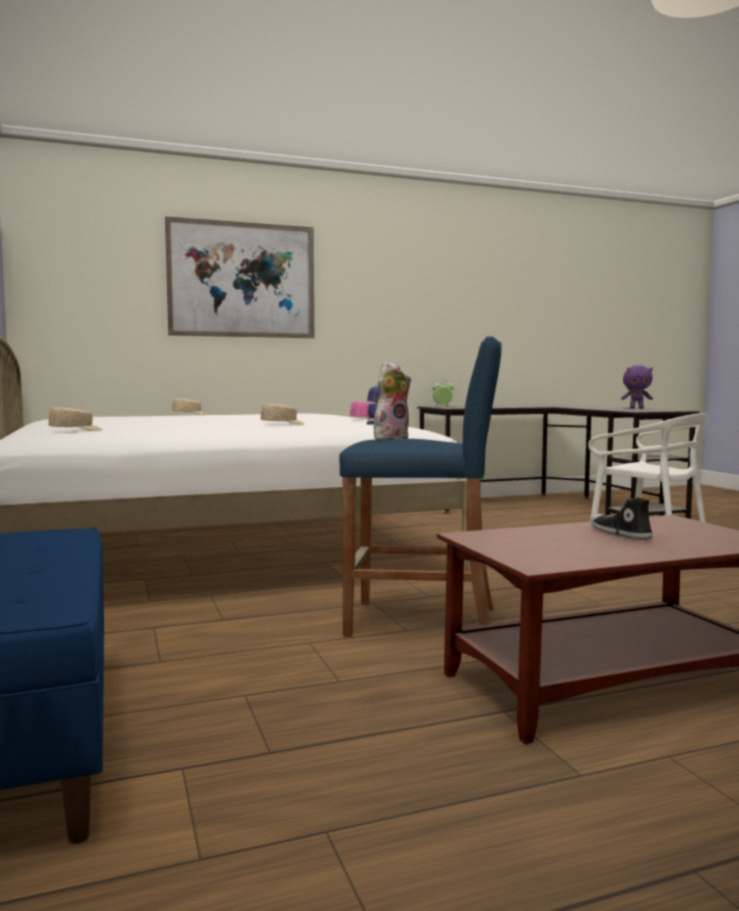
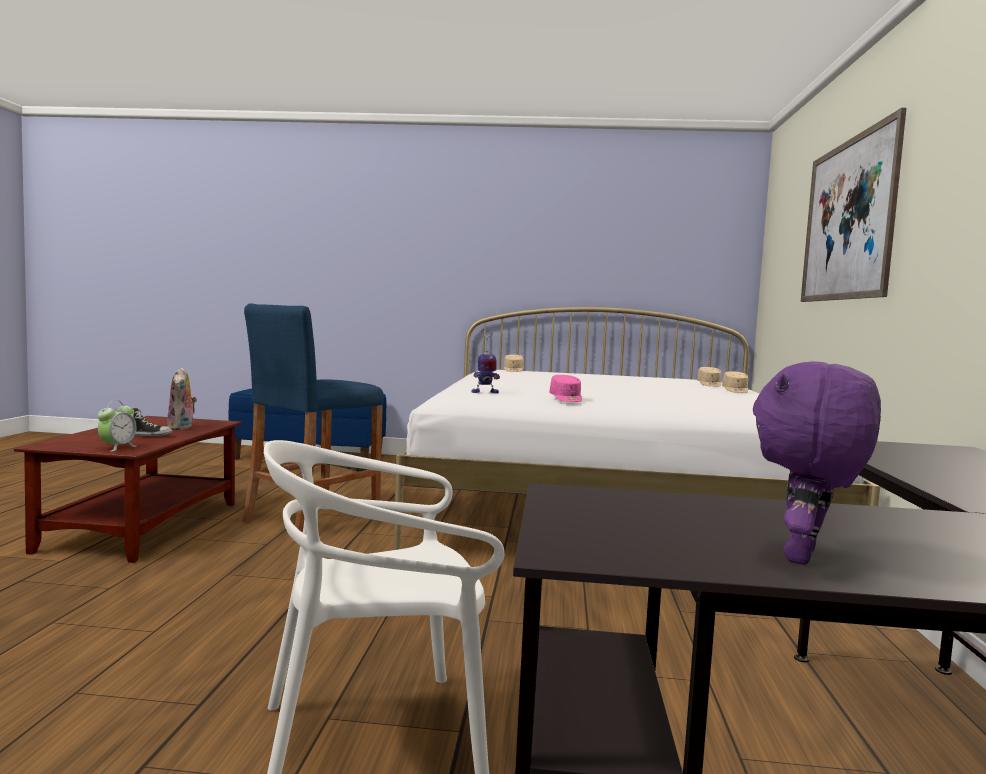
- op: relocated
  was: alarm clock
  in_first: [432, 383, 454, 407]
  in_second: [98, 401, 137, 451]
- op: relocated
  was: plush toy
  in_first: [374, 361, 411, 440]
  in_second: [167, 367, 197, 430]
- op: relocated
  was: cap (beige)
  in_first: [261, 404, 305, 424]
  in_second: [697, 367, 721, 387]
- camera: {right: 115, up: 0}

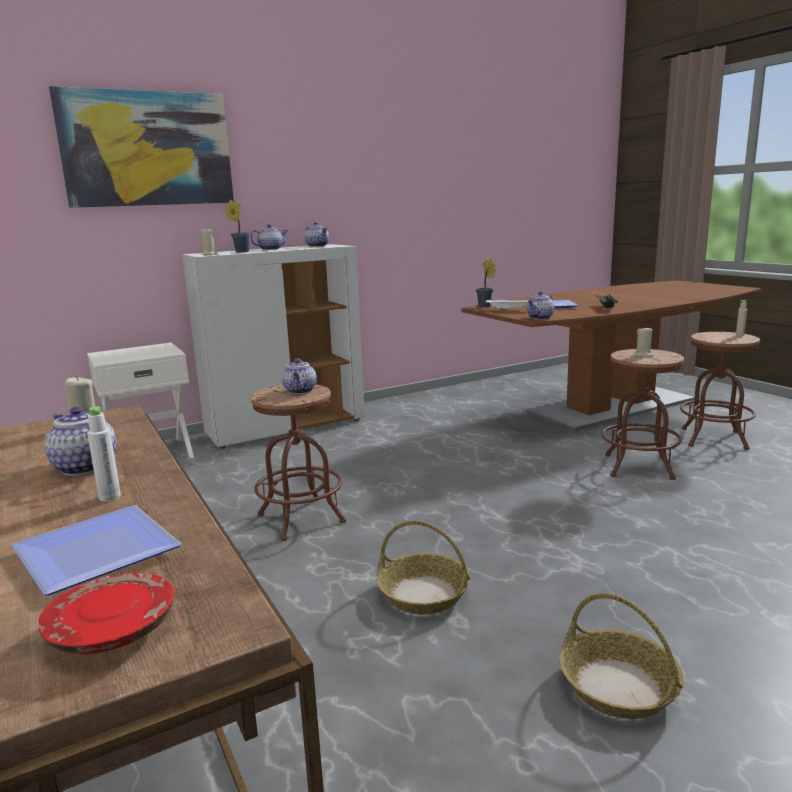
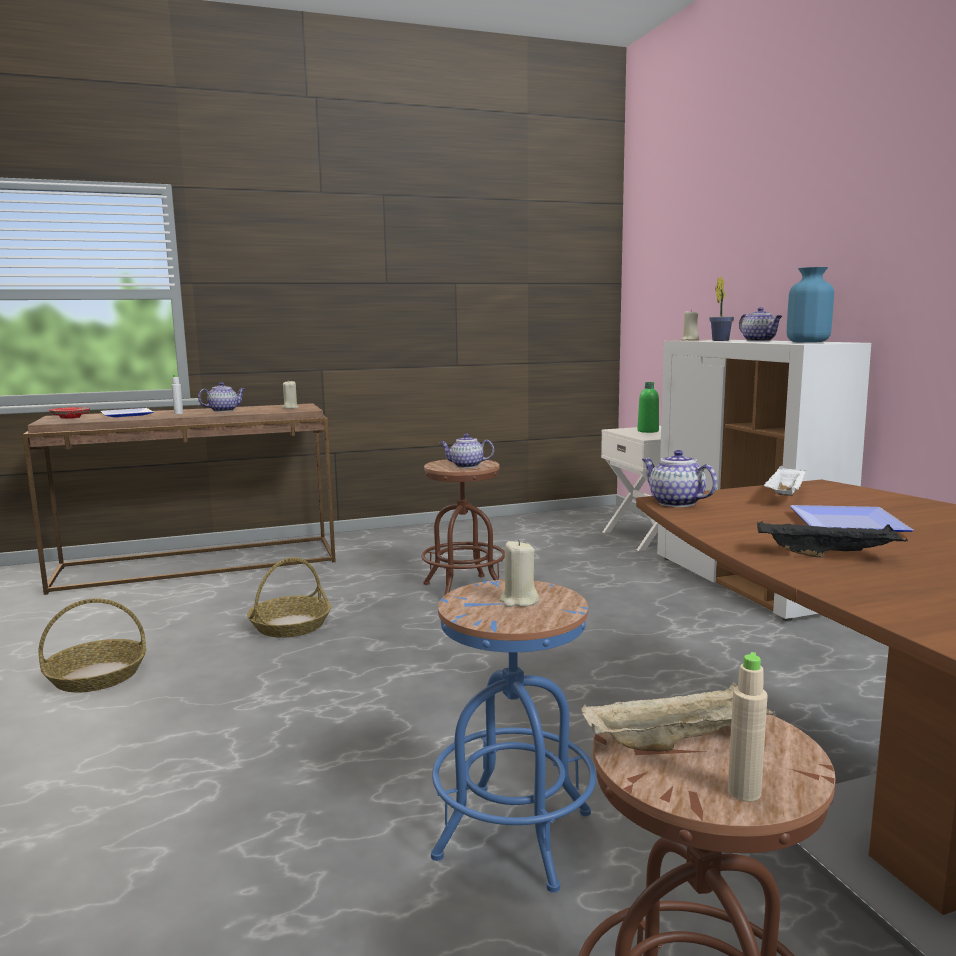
- op: colour
  was: stool (brown)
  now: stool (blue)
  in_first: [601, 349, 684, 480]
  in_second: [431, 580, 596, 893]
- op: appeared
  now: tray (beige)
  in_second: [581, 682, 775, 751]
- op: appeared
  now: bottle (green)
  in_second: [637, 382, 659, 433]
- op: exchanged
  was: teapot
  now: vase (blue)
  in_first: [305, 222, 329, 247]
  in_second: [787, 267, 834, 343]
- op: missing
  was: picture
  in_first: [49, 86, 234, 208]
- op: missing
  was: potted plant
  in_first: [476, 258, 496, 307]
- camera: {right: 100, up: -5}

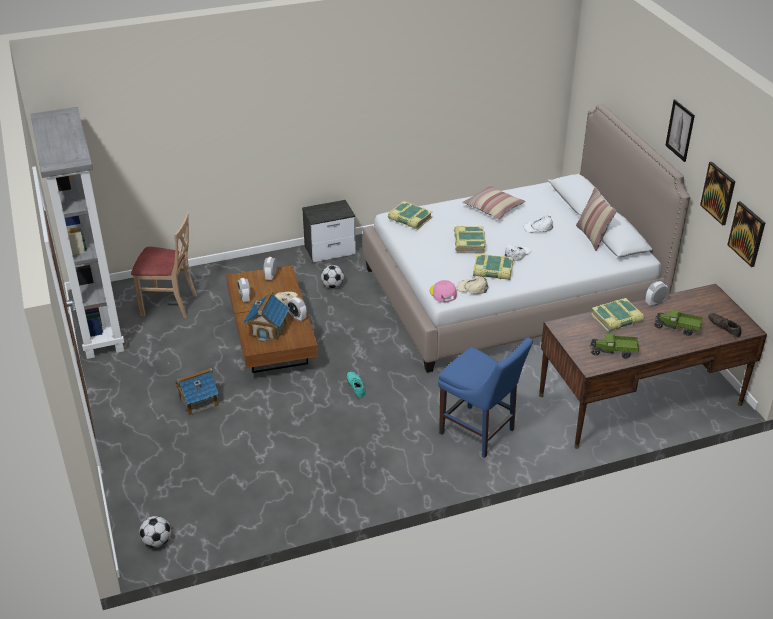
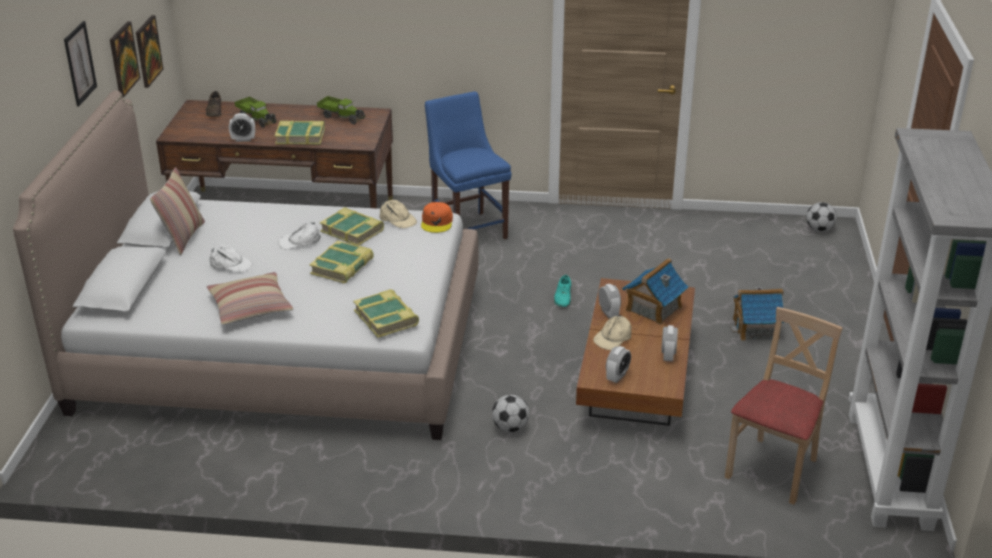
- op: colour
  was: cap (pink)
  now: cap (orange)
  in_first: [430, 280, 457, 303]
  in_second: [421, 202, 453, 233]
- op: spun
  was: chair (beige)
  in_first: [131, 212, 197, 318]
  in_second: [725, 307, 843, 505]
  clockwise: 90
- op: missing
  was: nightstand
  in_first: [302, 200, 356, 262]
- camera: {right: -155, up: -5}

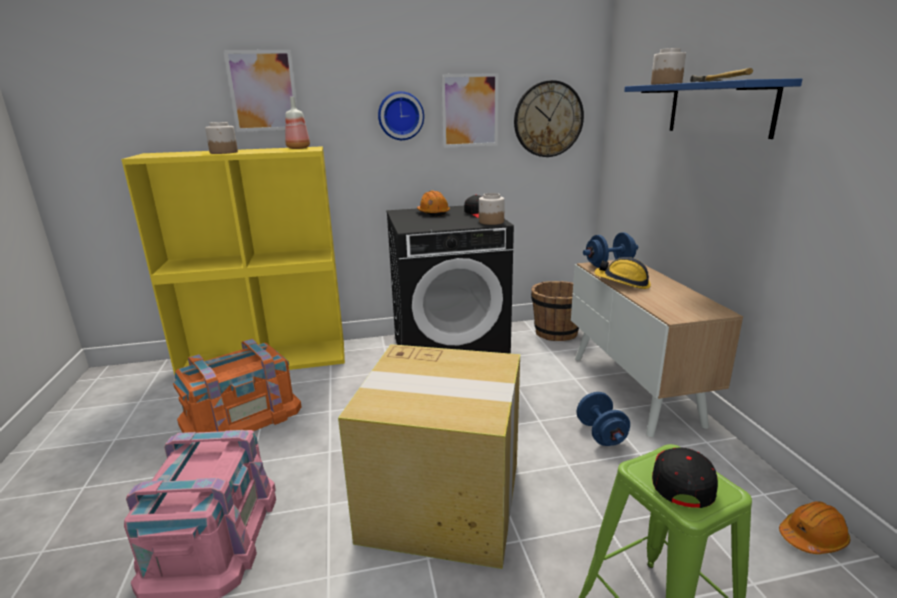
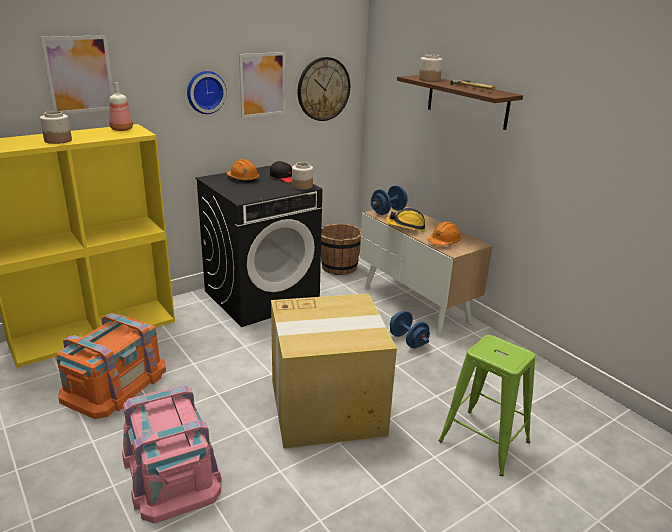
- op: colour
  was: shelf (blue)
  now: shelf (brown)
  in_first: [624, 79, 802, 139]
  in_second: [397, 75, 523, 130]
- op: relocated
  was: hard hat (orange)
  in_first: [779, 501, 850, 554]
  in_second: [428, 222, 461, 246]
- op: missing
  was: cap (black)
  in_first: [652, 447, 718, 508]
- camera: {right: -25, up: 5}

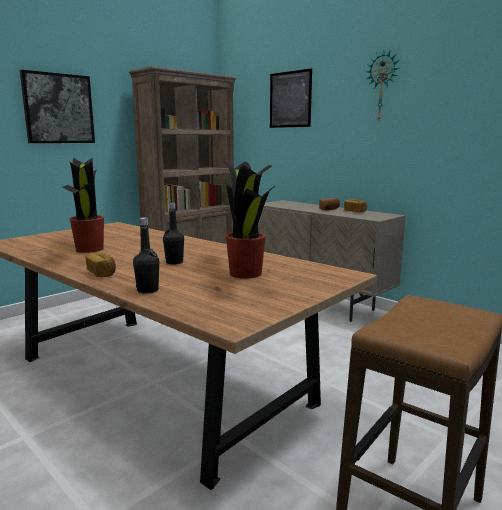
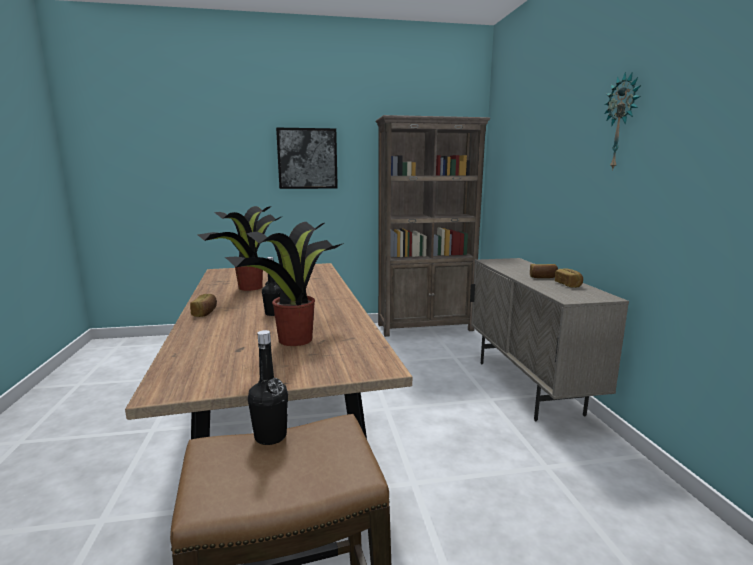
- op: relocated
  was: bottle (black)
  in_first: [133, 217, 159, 294]
  in_second: [248, 330, 288, 445]
- op: missing
  was: picture
  in_first: [270, 68, 312, 128]
- camera: {right: 35, up: 0}

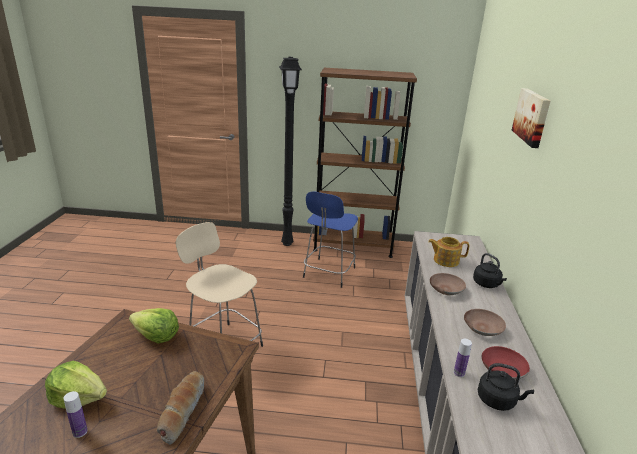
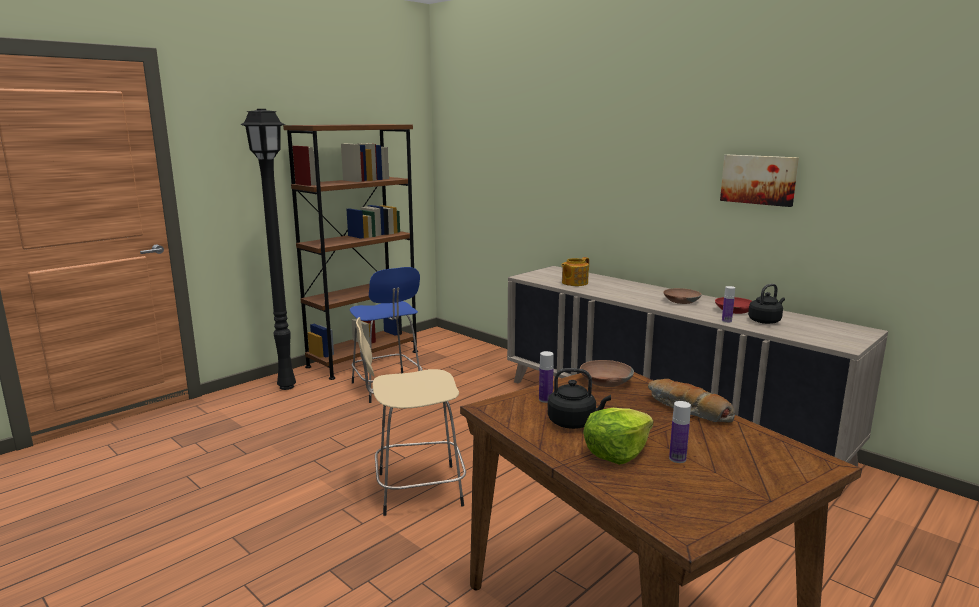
- op: exchanged
  was: lettuce
  now: bottle
  in_first: [129, 308, 179, 344]
  in_second: [539, 351, 554, 403]
- op: relocated
  was: kettle (black)
  in_first: [473, 253, 507, 288]
  in_second: [548, 368, 611, 429]
- op: relocated
  was: bowl (brown)
  in_first: [430, 273, 466, 295]
  in_second: [580, 360, 634, 387]
- op: relocated
  was: picture
  in_first: [512, 88, 551, 148]
  in_second: [720, 155, 799, 207]
- camera: {right: -50, up: -10}

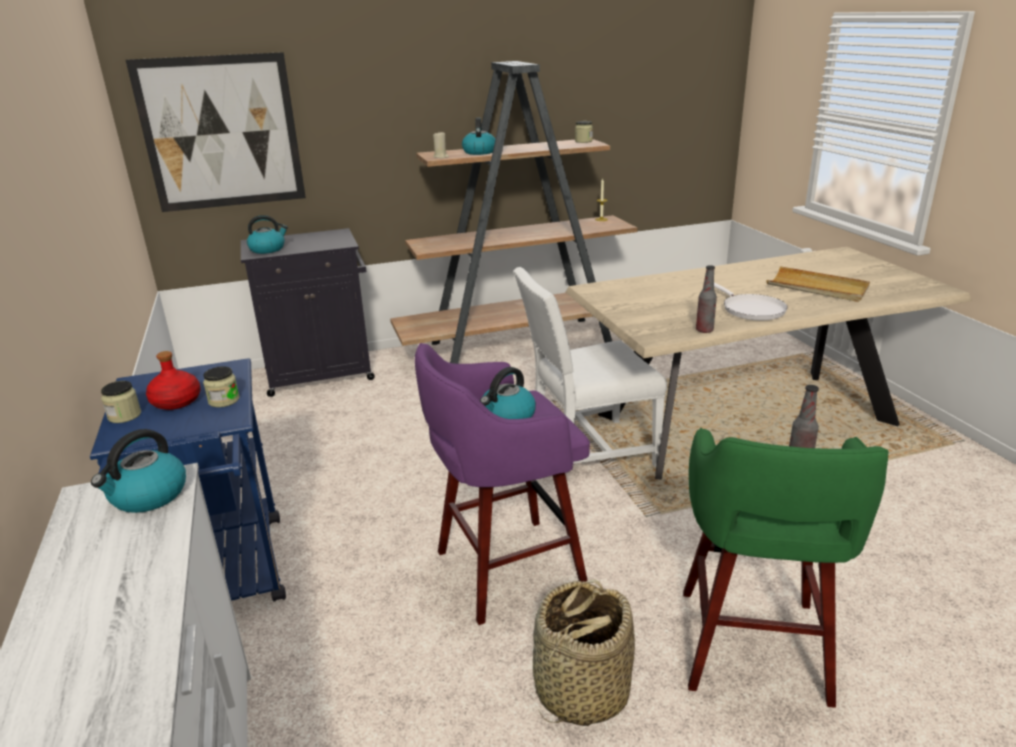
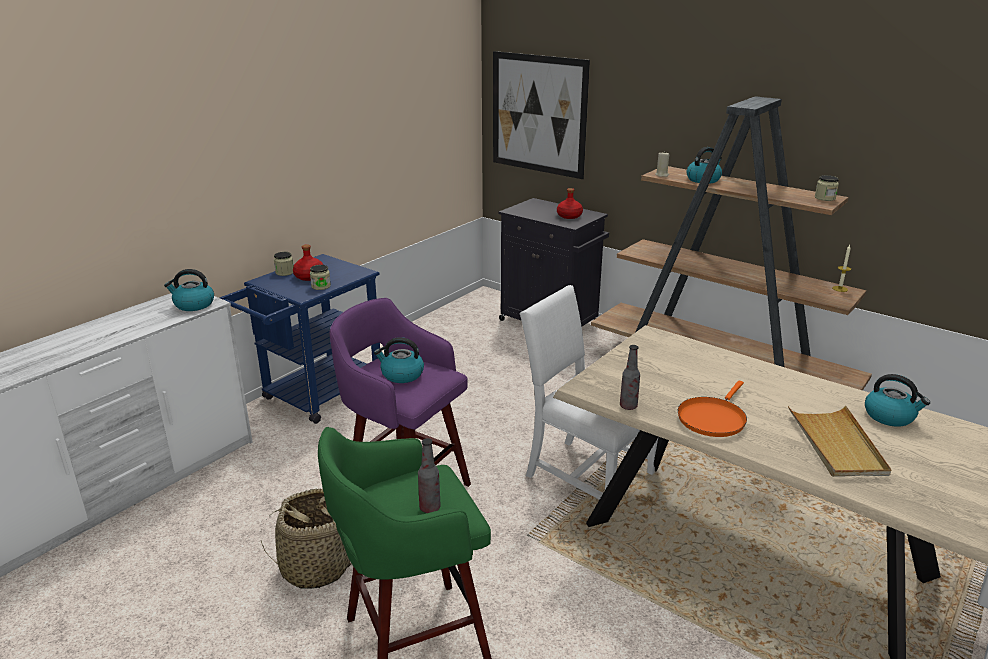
- op: appeared
  now: bottle (red)
  in_second: [557, 188, 583, 219]
- op: colour
  was: frying pan (white)
  now: frying pan (orange)
  in_first: [714, 282, 788, 320]
  in_second: [678, 380, 747, 437]
- op: relocated
  was: kettle
  in_first: [247, 215, 288, 254]
  in_second: [865, 374, 930, 427]
- camera: {right: 55, up: 0}

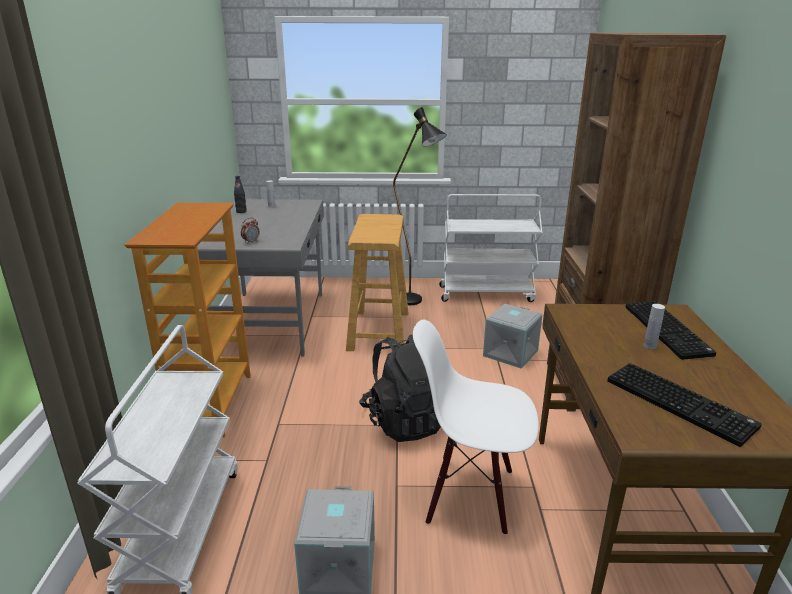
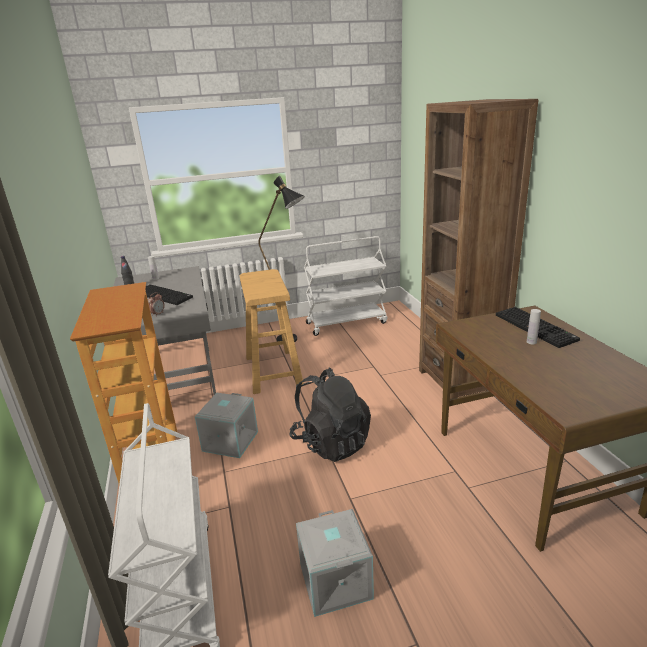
- op: relocated
  was: keyboard
  in_first: [607, 363, 762, 447]
  in_second: [145, 284, 193, 305]
- op: relocated
  was: storage box (grey)
  in_first: [483, 304, 542, 369]
  in_second: [195, 393, 258, 458]
- op: missing
  was: chair (white)
  in_first: [413, 320, 539, 535]
- camera: {right: -15, up: 0}

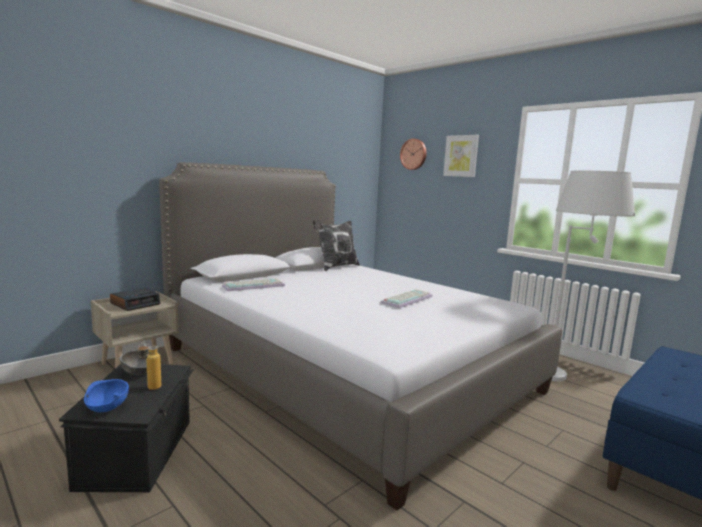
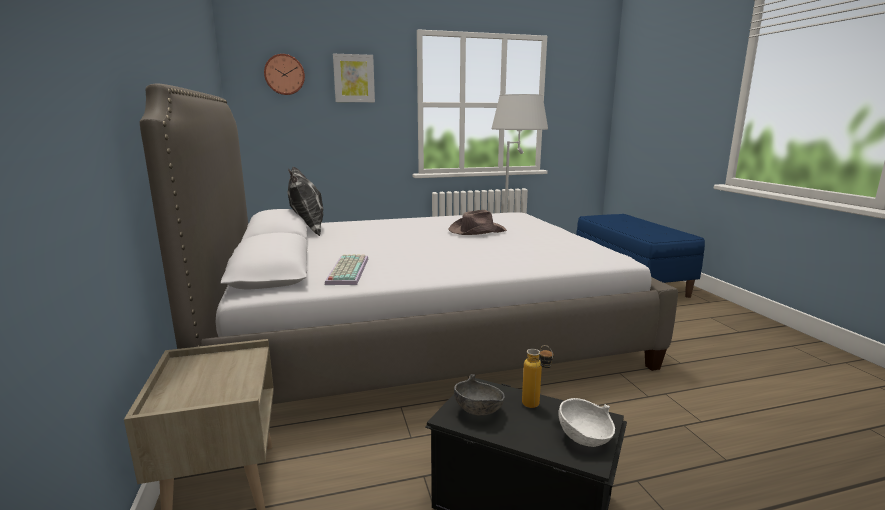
- op: exchanged
  was: keyboard
  now: hat (brown)
  in_first: [381, 289, 433, 308]
  in_second: [448, 210, 507, 235]
- op: colour
  was: bowl (blue)
  now: bowl (white)
  in_first: [84, 379, 129, 412]
  in_second: [558, 398, 615, 447]
- op: missing
  was: alarm clock
  in_first: [110, 288, 160, 311]
- camera: {right: -60, up: 5}

